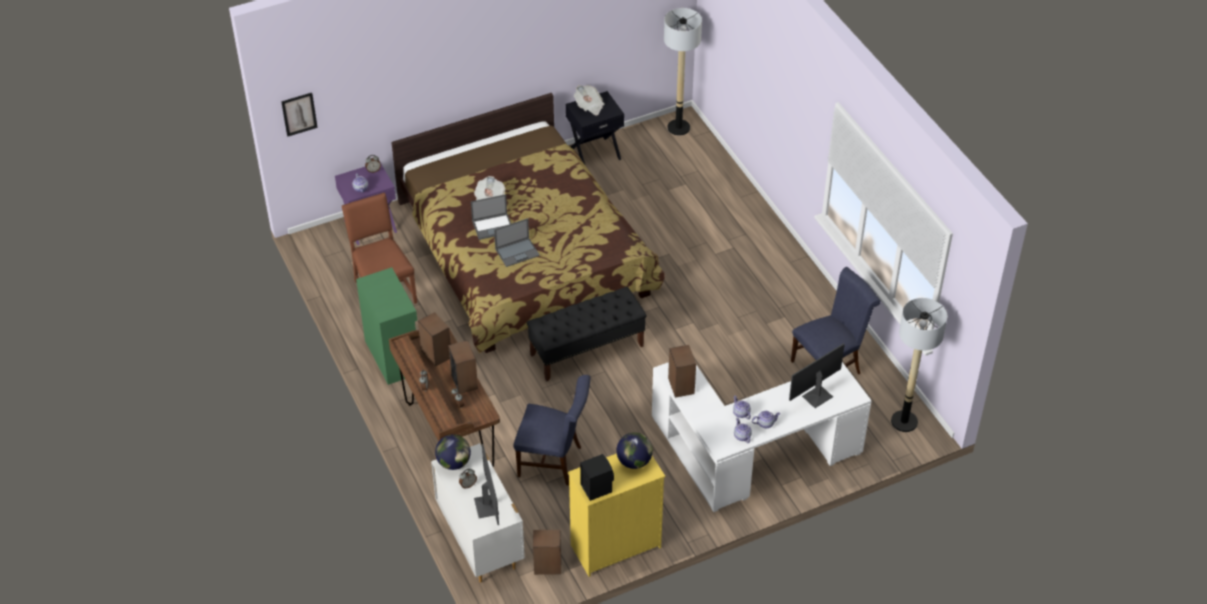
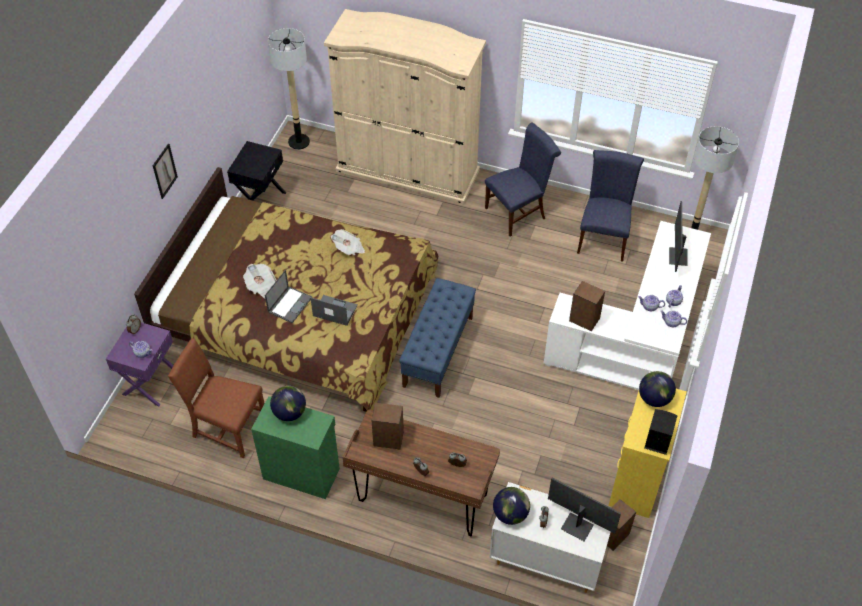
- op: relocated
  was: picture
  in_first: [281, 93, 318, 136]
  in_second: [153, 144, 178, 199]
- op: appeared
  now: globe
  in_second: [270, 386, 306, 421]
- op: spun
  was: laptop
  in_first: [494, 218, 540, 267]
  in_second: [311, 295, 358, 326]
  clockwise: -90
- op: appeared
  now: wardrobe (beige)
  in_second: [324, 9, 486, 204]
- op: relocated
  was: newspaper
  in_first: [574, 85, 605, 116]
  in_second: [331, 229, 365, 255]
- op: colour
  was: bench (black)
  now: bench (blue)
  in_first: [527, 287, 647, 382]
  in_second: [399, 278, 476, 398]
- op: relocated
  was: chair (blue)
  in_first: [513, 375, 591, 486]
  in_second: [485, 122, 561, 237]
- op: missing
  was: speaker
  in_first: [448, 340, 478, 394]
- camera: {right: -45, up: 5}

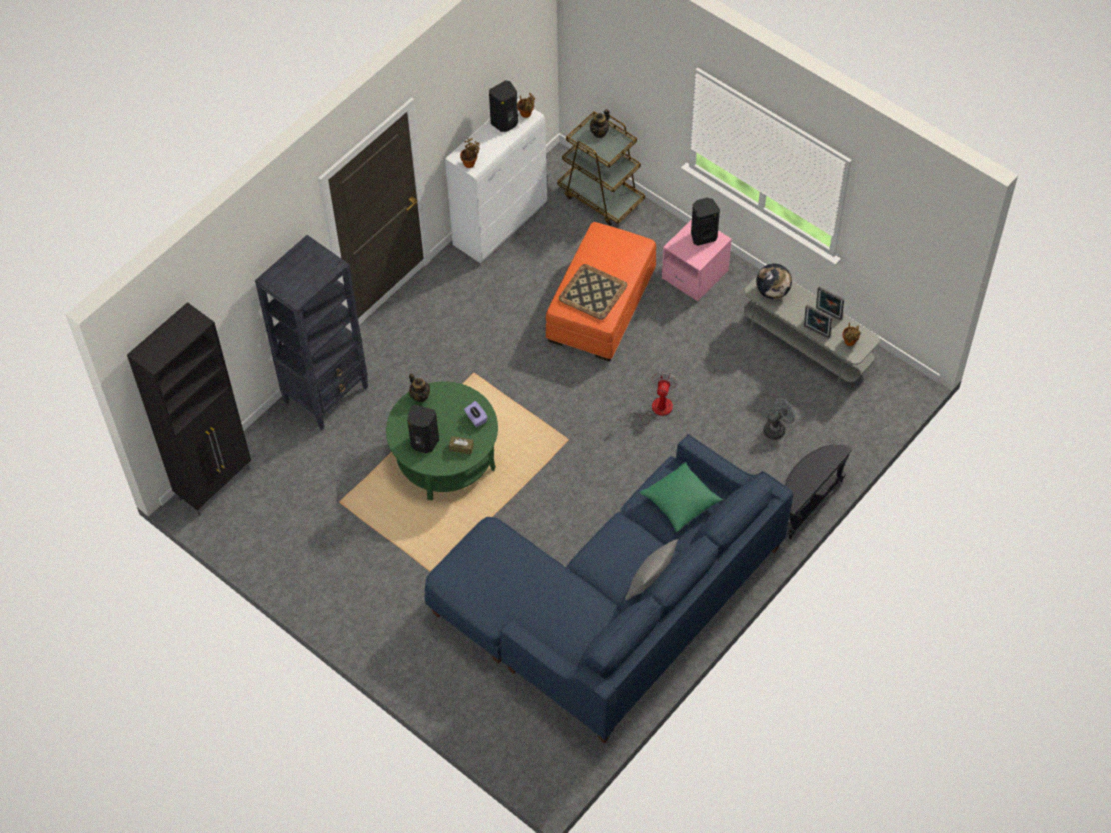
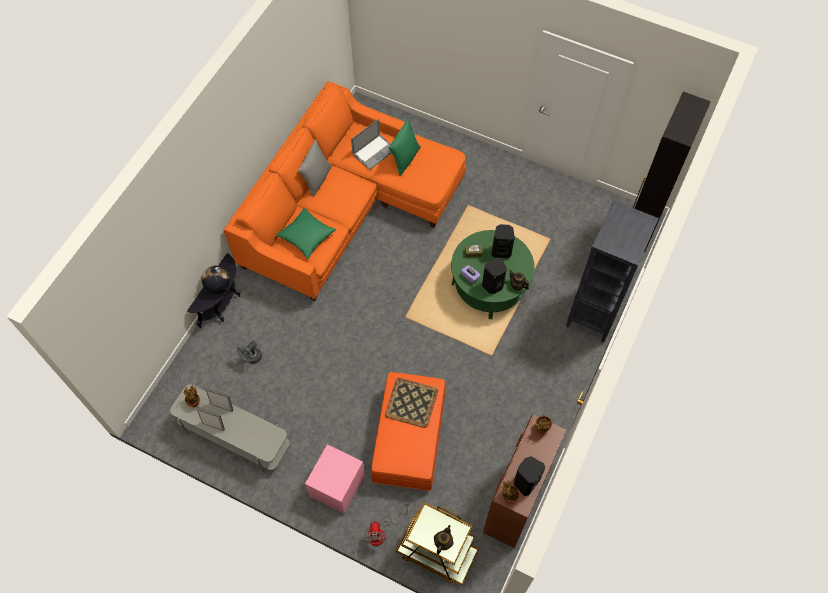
- op: relocated
  was: globe
  in_first: [756, 264, 792, 299]
  in_second: [202, 265, 230, 294]
- op: colour
  was: sofa (blue)
  now: sofa (orange)
  in_first: [424, 434, 794, 743]
  in_second: [223, 81, 466, 301]
- op: appeared
  now: laptop
  in_second: [351, 119, 391, 170]
- op: relocated
  was: fan
  in_first: [617, 372, 678, 424]
  in_second: [364, 504, 409, 546]
- op: appeared
  now: pillow (green)
  in_second: [389, 118, 421, 176]
- op: relocated
  was: speaker (black)
  in_first: [691, 198, 720, 246]
  in_second: [482, 258, 507, 294]
- op: colour
  was: cabinet (white)
  now: cabinet (brown)
  in_first: [445, 98, 547, 263]
  in_second: [483, 415, 566, 548]
- camera: {right: 165, up: 5}

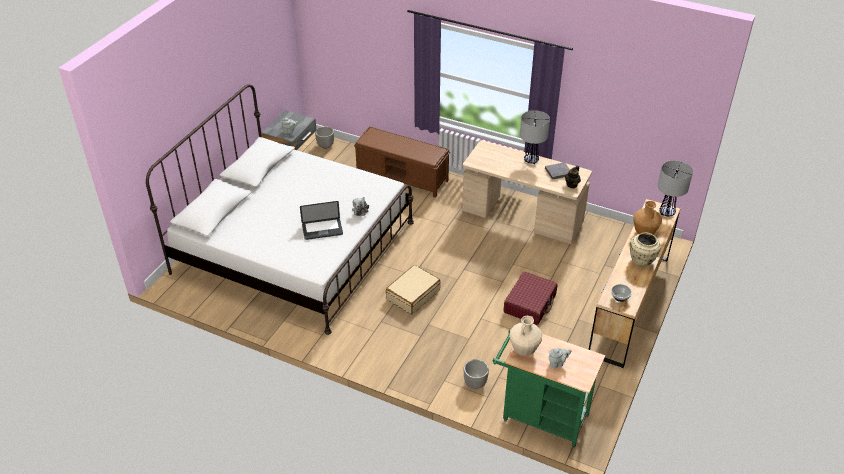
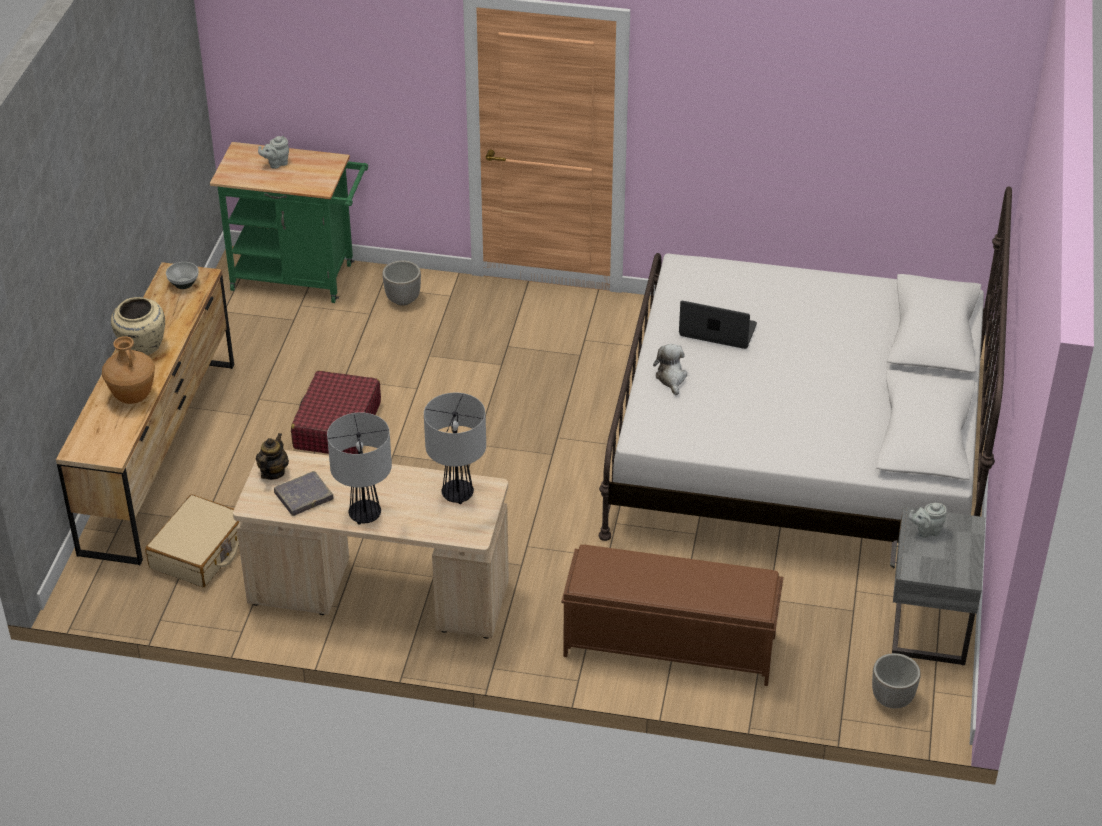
- op: relocated
  was: suitcase (beige)
  in_first: [386, 265, 440, 314]
  in_second: [145, 495, 240, 587]
- op: relocated
  was: table lamp
  in_first: [658, 160, 693, 216]
  in_second: [424, 393, 486, 504]
- op: spun
  was: laptop
  in_first: [300, 201, 343, 240]
  in_second: [679, 301, 757, 349]
  clockwise: 45
- op: missing
  was: vase (beige)
  in_first: [509, 316, 542, 356]
- camera: {right: 165, up: 0}

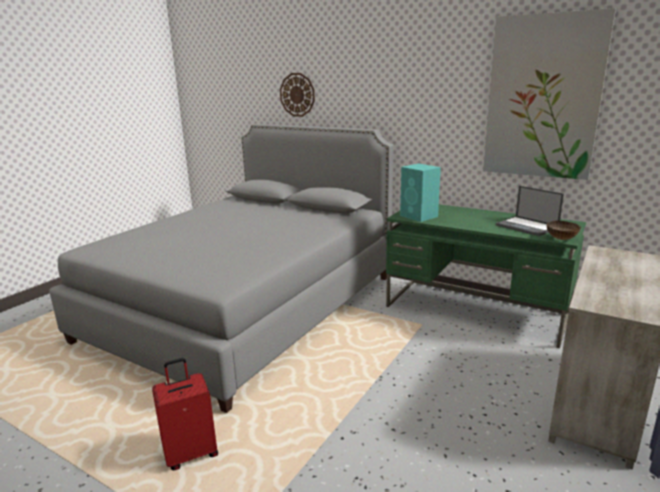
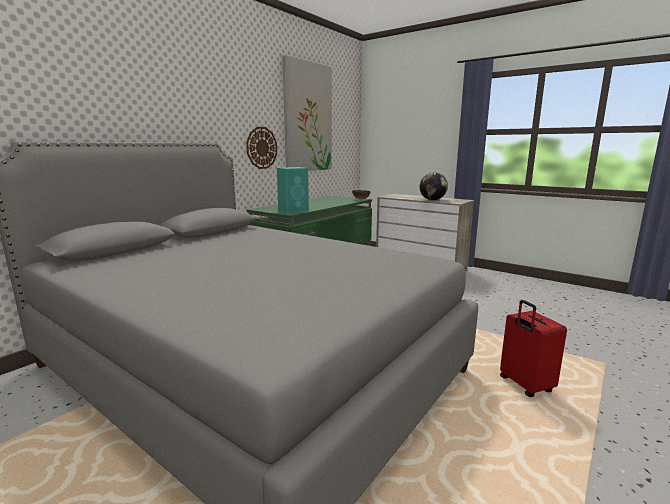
- op: relocated
  was: wall clock
  in_first: [280, 73, 315, 117]
  in_second: [246, 127, 277, 169]
- op: appeared
  now: globe
  in_second: [420, 172, 448, 200]
- op: missing
  was: laptop
  in_first: [496, 186, 564, 236]
- camera: {right: -85, up: -5}

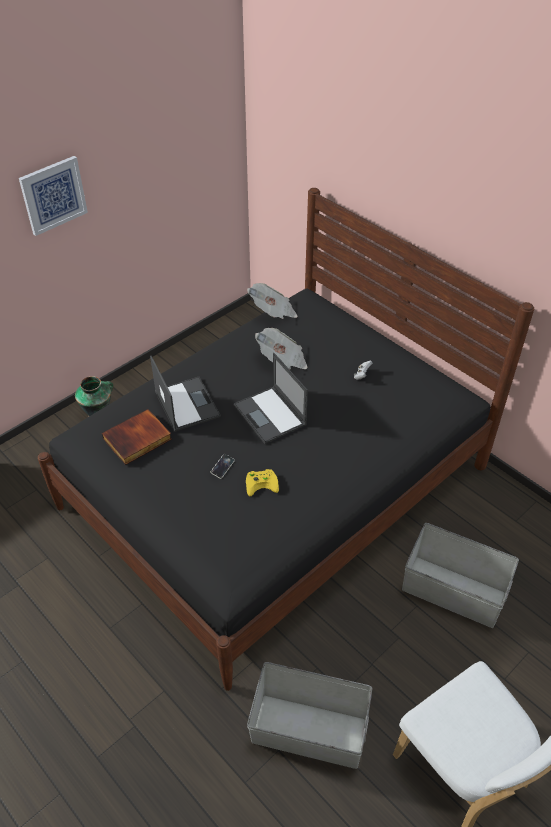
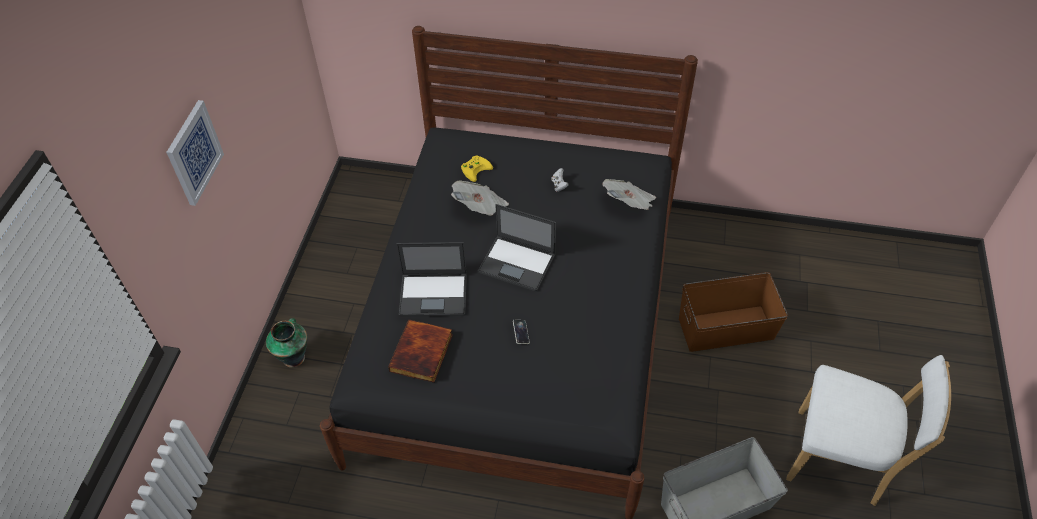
- op: spun
  was: laptop
  in_first: [150, 356, 221, 432]
  in_second: [397, 242, 467, 317]
  clockwise: 150
- op: relocated
  was: game controller (yellow)
  in_first: [246, 469, 279, 496]
  in_second: [461, 155, 493, 182]
- op: relocated
  was: newspaper
  in_first: [247, 283, 298, 319]
  in_second: [602, 179, 656, 210]
- op: colour
  was: storage box (grey)
  now: storage box (brown)
  in_first: [402, 523, 519, 628]
  in_second: [679, 272, 788, 352]
- camera: {right: -35, up: 5}

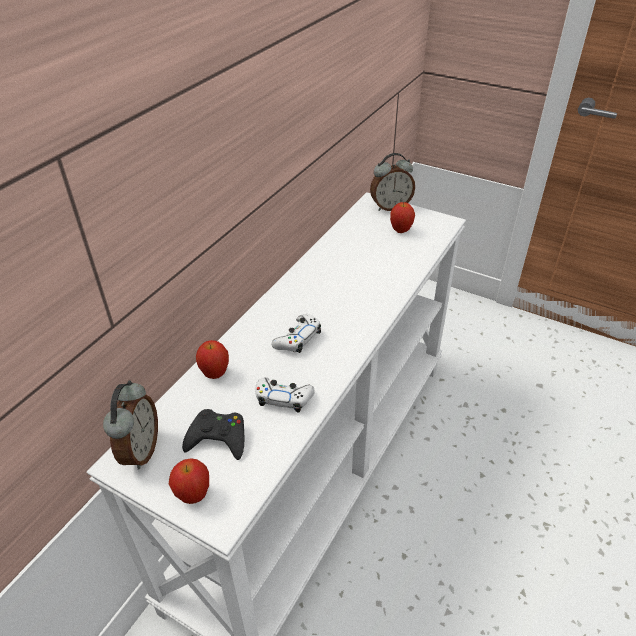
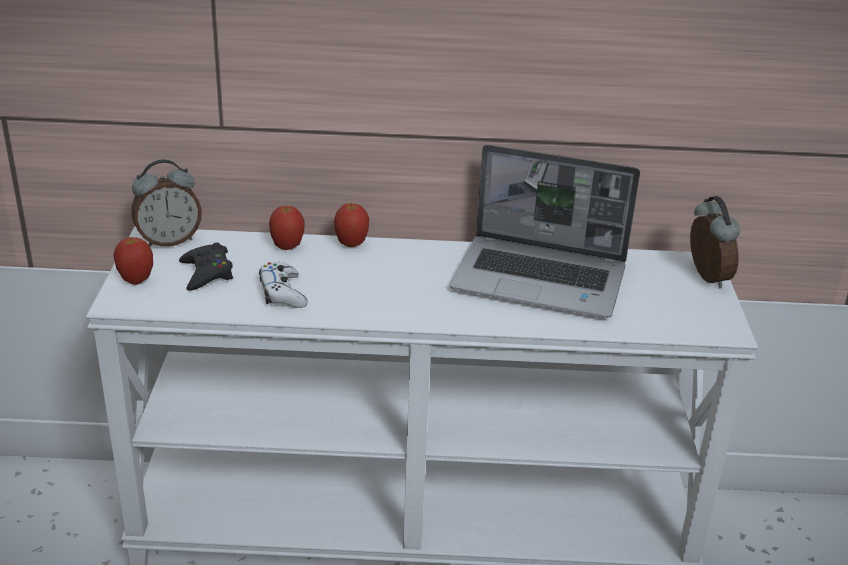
- op: relocated
  was: apple
  in_first: [390, 202, 415, 233]
  in_second: [334, 203, 370, 247]
- op: appeared
  now: laptop
  in_second: [450, 145, 640, 318]
- op: spun
  was: alarm clock
  in_first: [370, 153, 415, 211]
  in_second: [690, 196, 740, 289]
  clockwise: -150
- op: missing
  was: game controller (white)
  in_first: [272, 314, 321, 353]
- camera: {right: 60, up: -10}

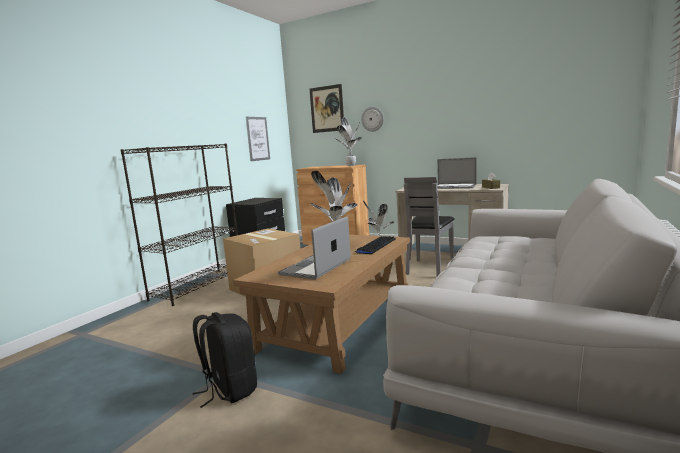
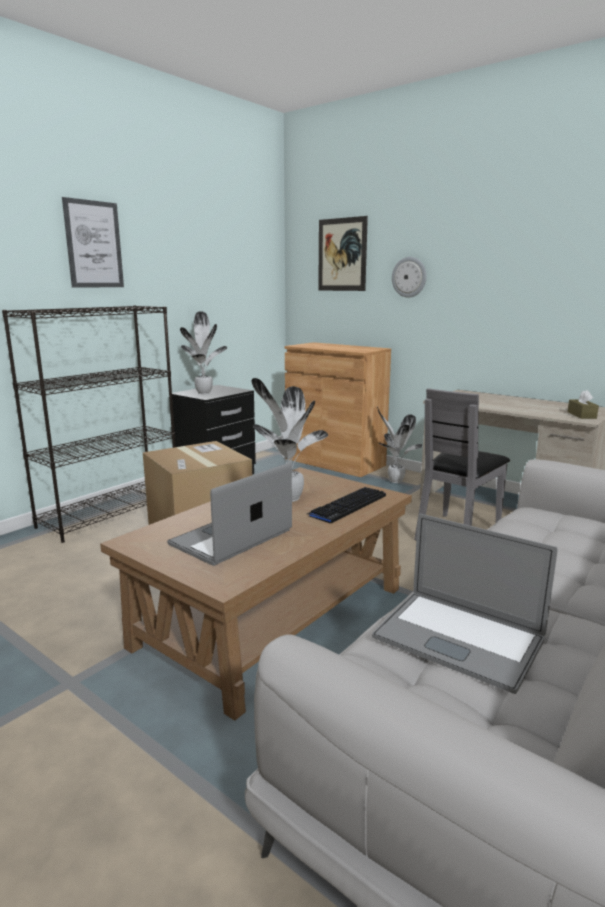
- op: relocated
  was: picture
  in_first: [246, 117, 270, 161]
  in_second: [62, 197, 124, 288]
- op: relocated
  was: potted plant
  in_first: [334, 117, 362, 166]
  in_second: [180, 311, 227, 394]
- op: relocated
  was: laptop
  in_first: [437, 157, 477, 189]
  in_second: [372, 514, 557, 694]
- op: missing
  was: backpack (black)
  in_first: [193, 312, 257, 408]
- camera: {right: 10, up: 5}

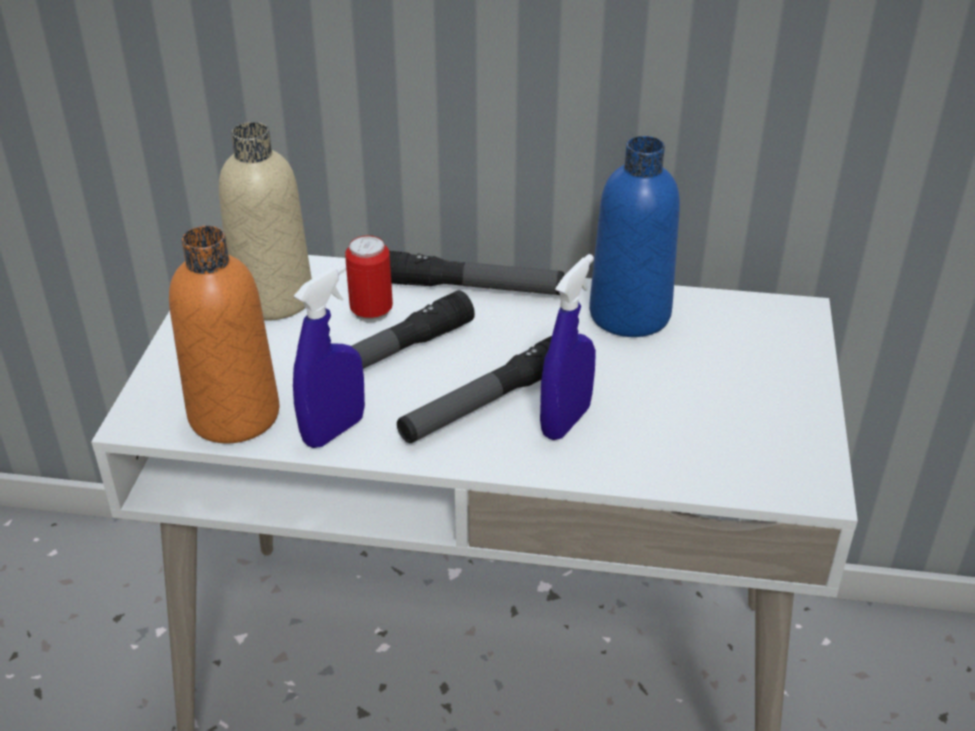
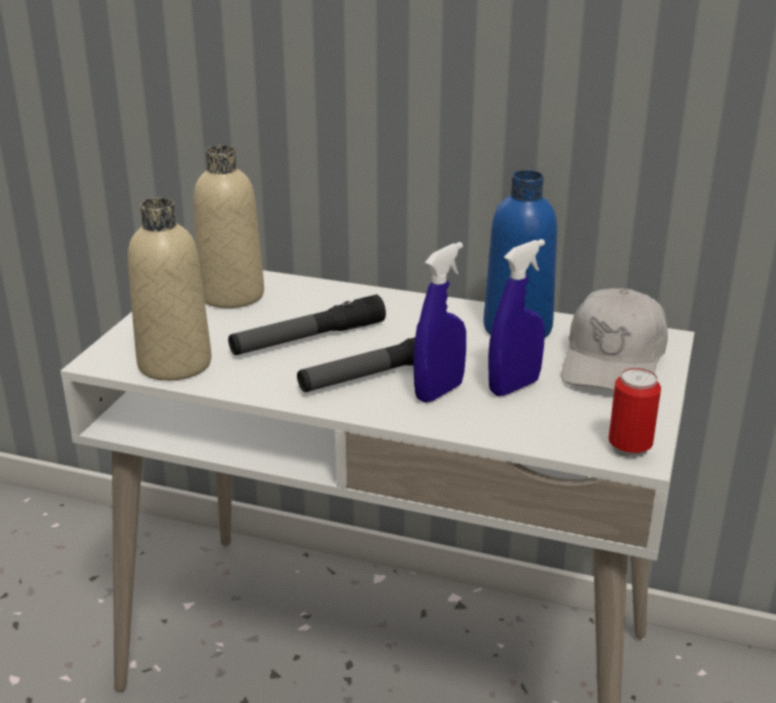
- op: colour
  was: bottle (orange)
  now: bottle (beige)
  in_first: [169, 226, 279, 443]
  in_second: [128, 198, 212, 381]
- op: relocated
  was: spray bottle (blue)
  in_first: [293, 264, 365, 448]
  in_second: [488, 239, 545, 396]
- op: appeared
  now: cap (white)
  in_second: [561, 288, 668, 390]
- op: relocated
  was: can
  in_first: [345, 235, 393, 322]
  in_second: [608, 368, 661, 458]
- op: missing
  was: flashlight
  in_first: [389, 251, 564, 295]
- camera: {right: 10, up: -10}

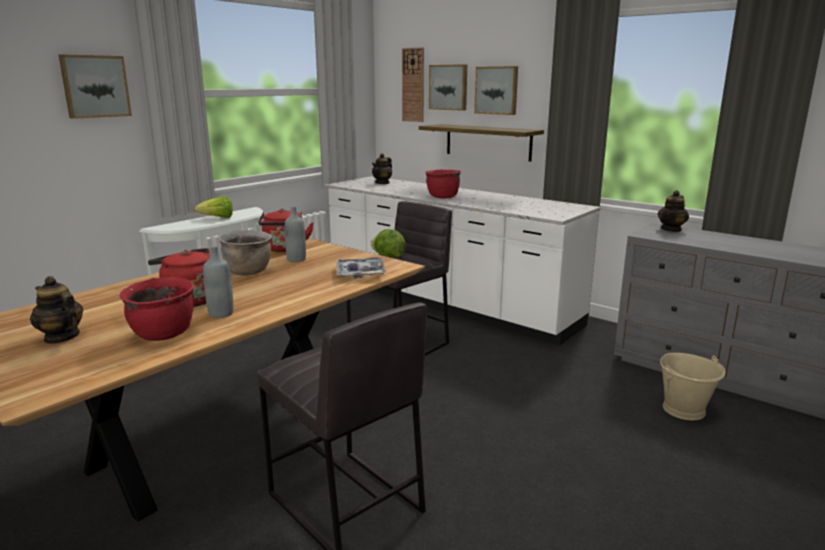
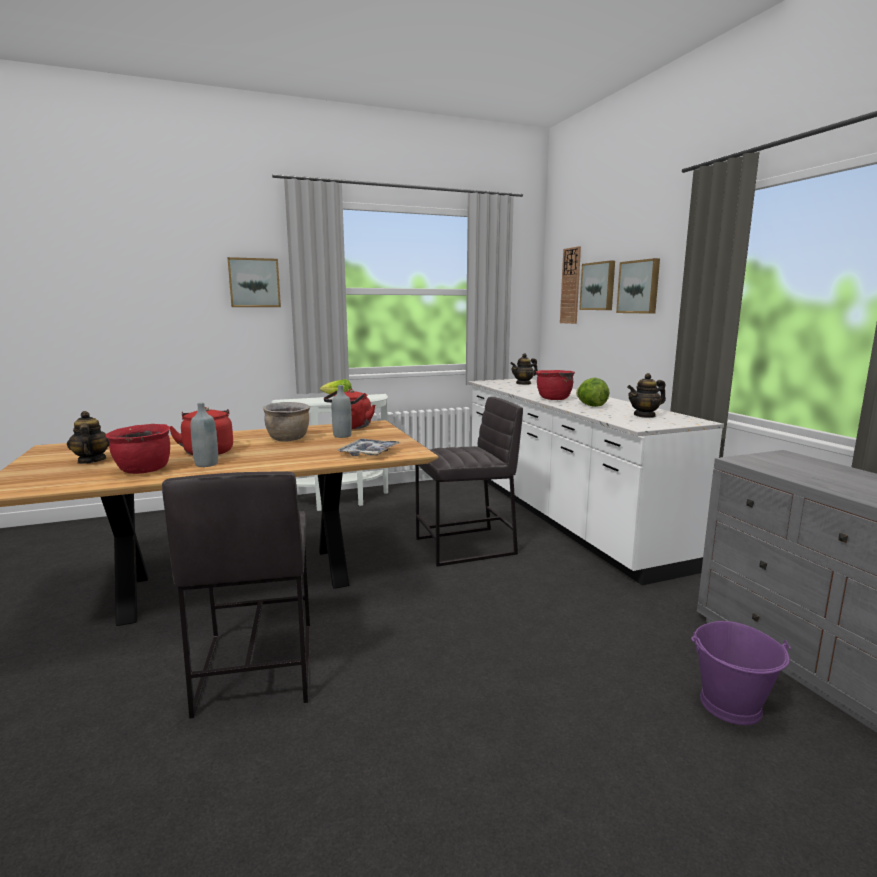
- op: relocated
  was: lettuce
  in_first: [371, 229, 406, 258]
  in_second: [576, 377, 609, 407]
- op: relocated
  was: teapot
  in_first: [658, 190, 689, 232]
  in_second: [627, 373, 666, 418]
- op: colour
  was: bucket (beige)
  now: bucket (purple)
  in_first: [660, 353, 726, 420]
  in_second: [691, 621, 791, 725]
- op: missing
  was: shelf
  in_first: [419, 124, 544, 162]
- camera: {right: 30, up: -5}

